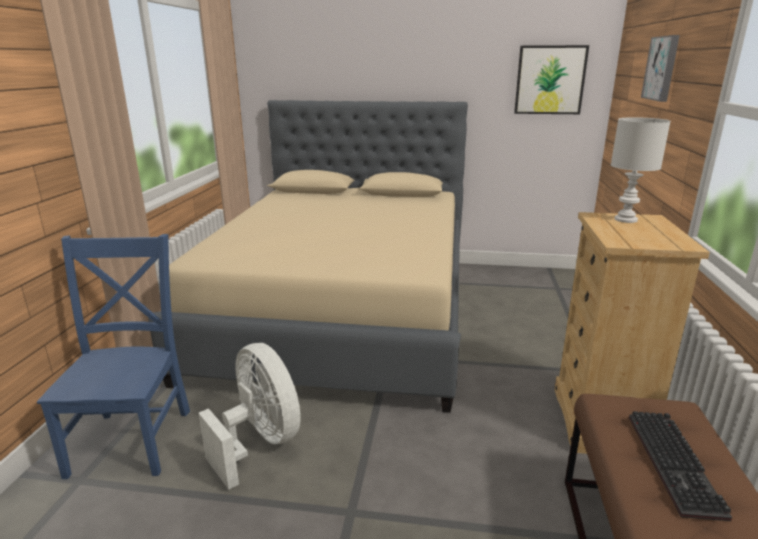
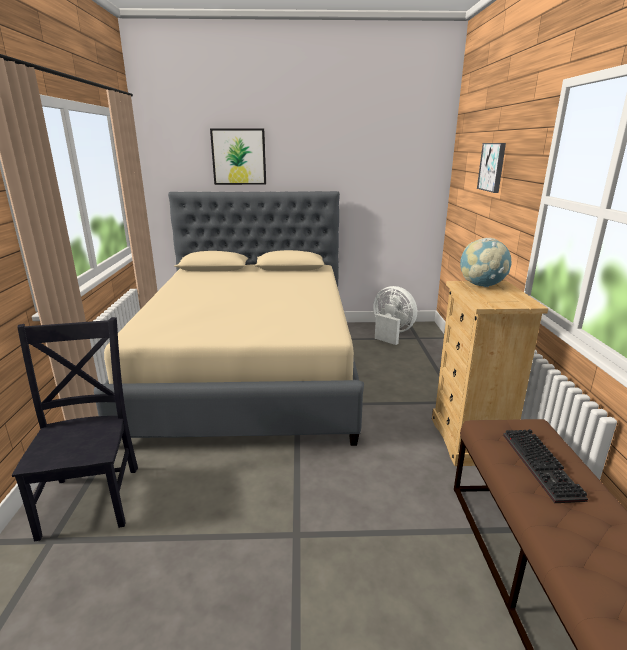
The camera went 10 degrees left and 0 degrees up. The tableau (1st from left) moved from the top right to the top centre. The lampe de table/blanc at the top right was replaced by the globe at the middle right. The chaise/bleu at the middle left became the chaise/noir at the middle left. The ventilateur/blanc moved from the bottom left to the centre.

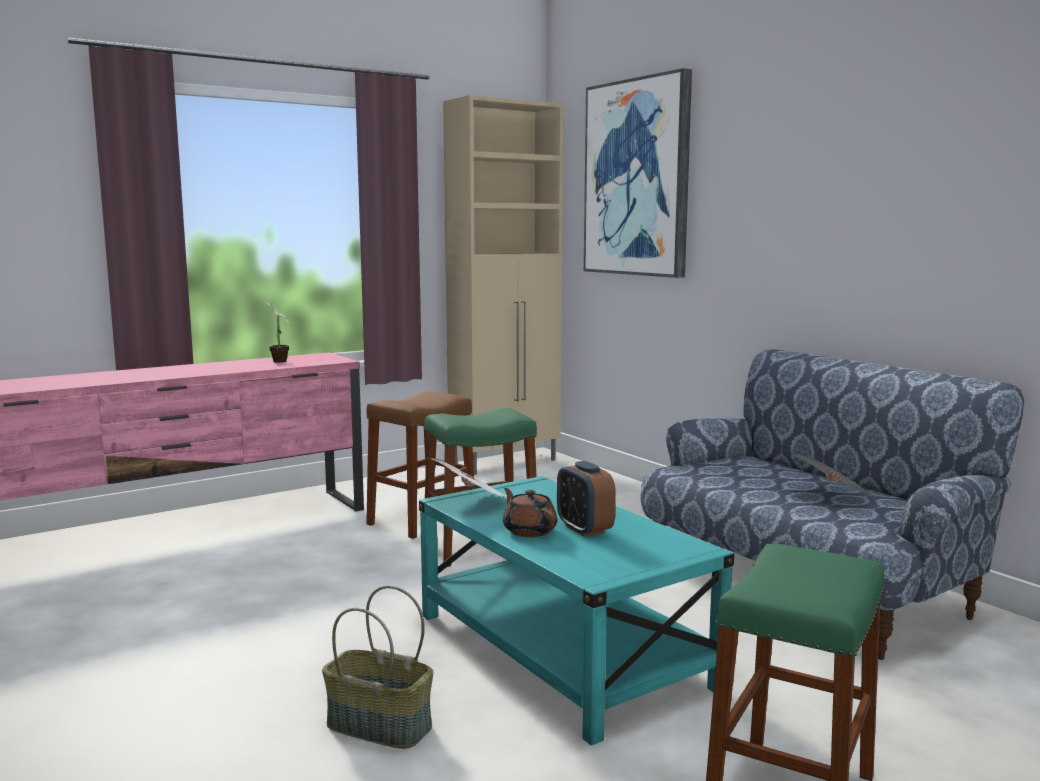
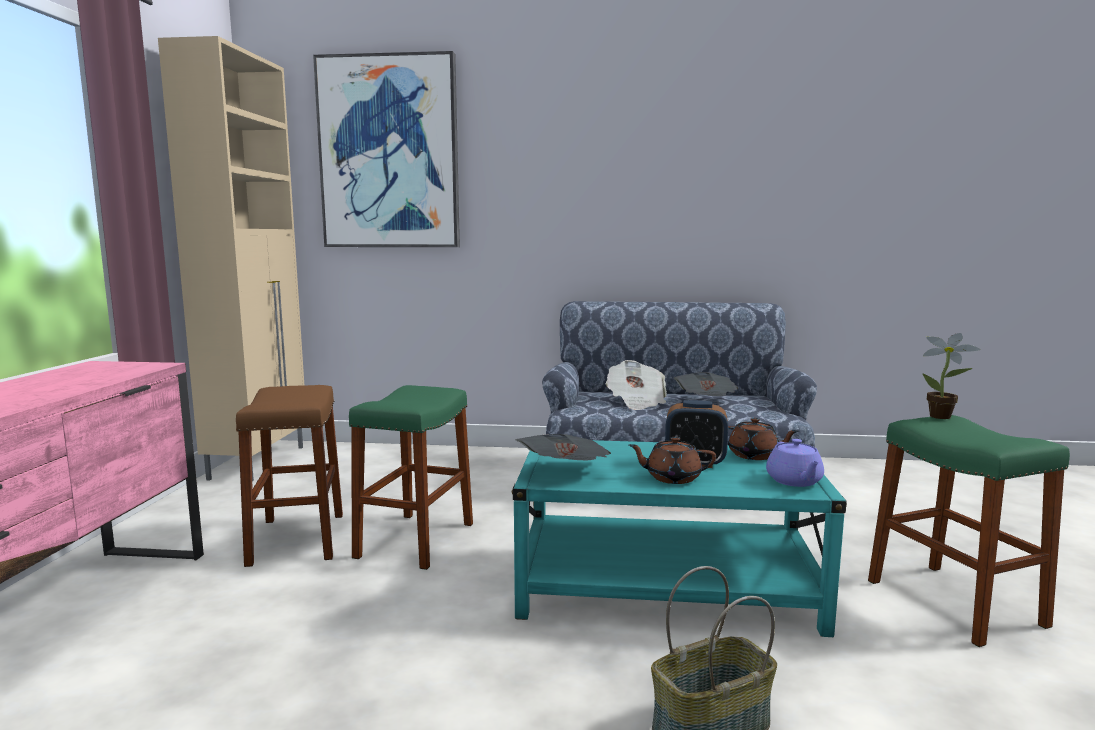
The camera went 50 degrees left and 0 degrees up. The plante en pot moved from the middle left to the middle right. The journal (2nd from left) at the centre appeared. The théière/marron (2nd from left) at the middle right appeared. The théière/violet at the middle right appeared.

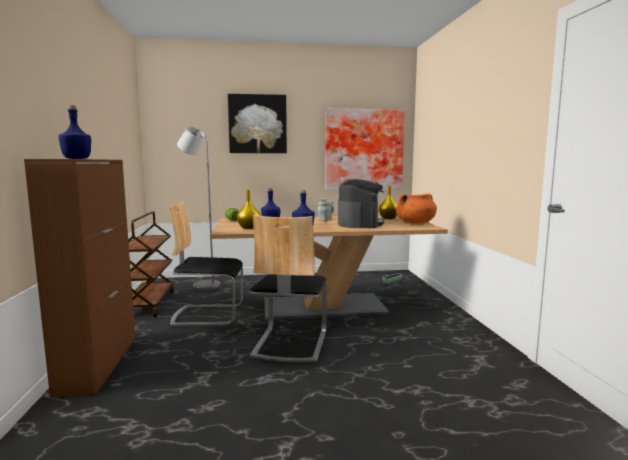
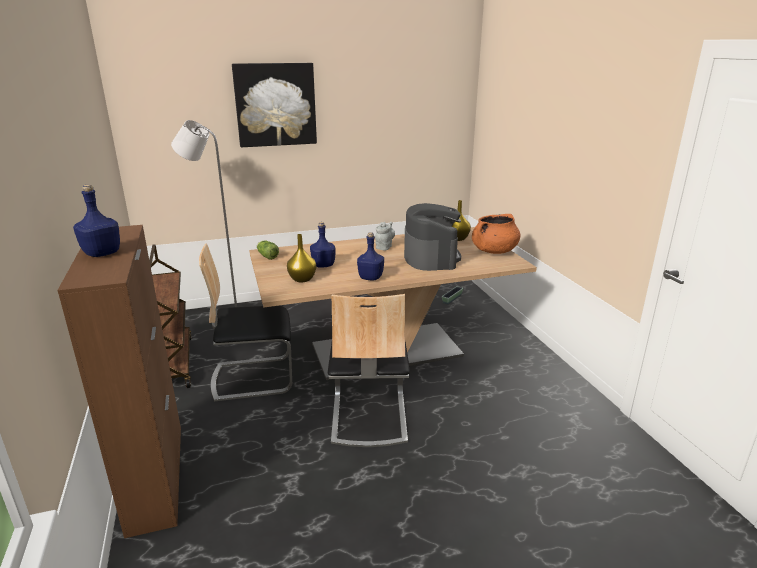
The camera went 10 degrees left and 15 degrees up. The tableau (2nd from left) at the top centre disappeared.

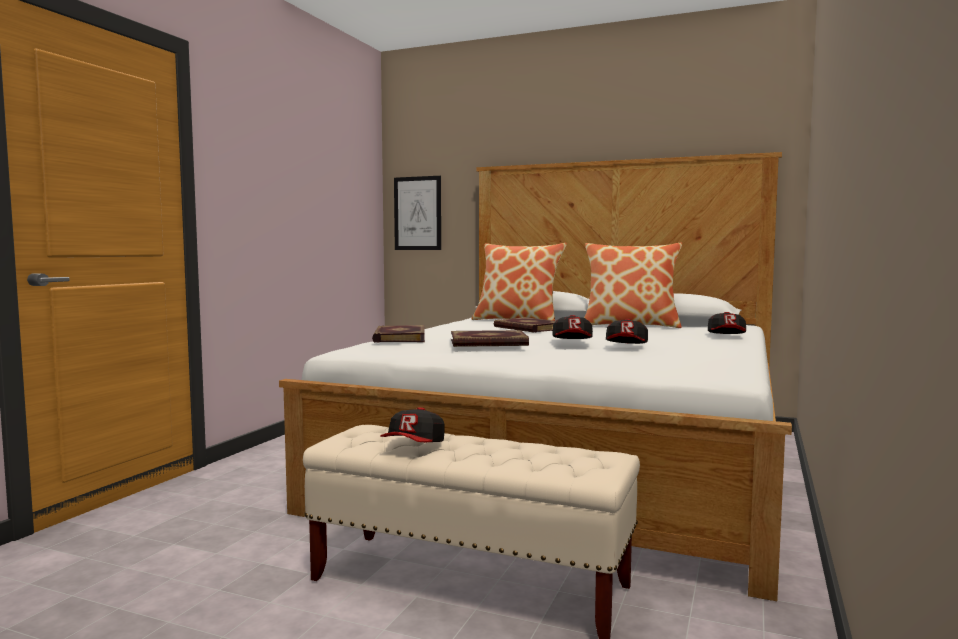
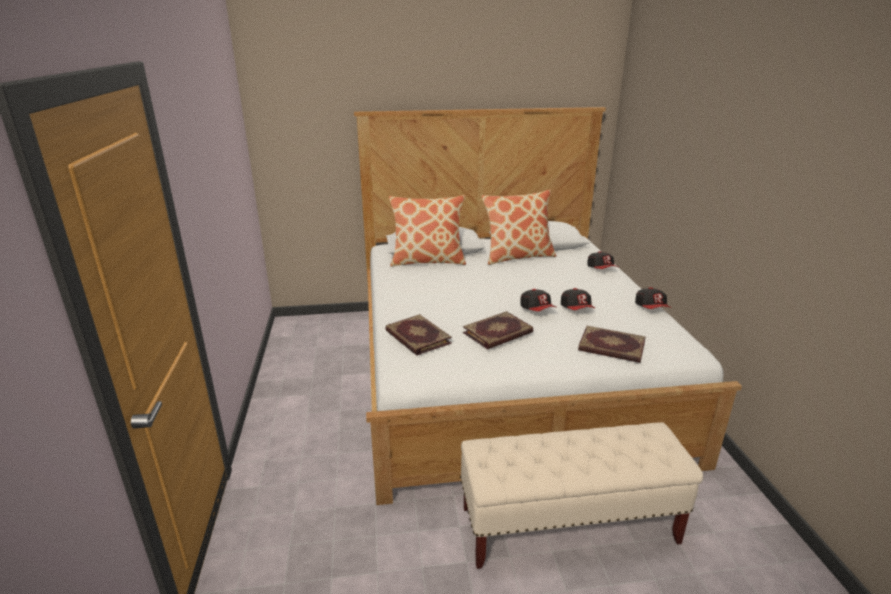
The camera went 30 degrees left and 20 degrees up. The tableau at the centre disappeared. The livre (3rd from left) moved from the centre to the middle right. The casquette (1st from left in the first image) moved from the centre to the middle right.

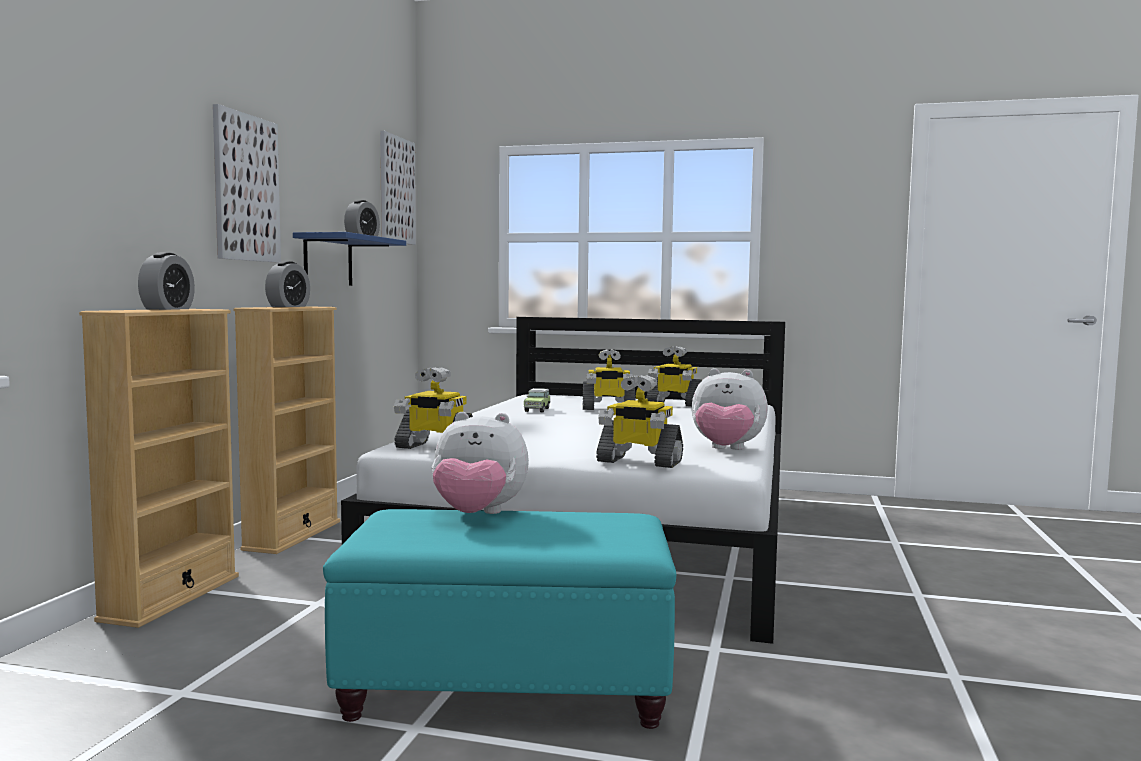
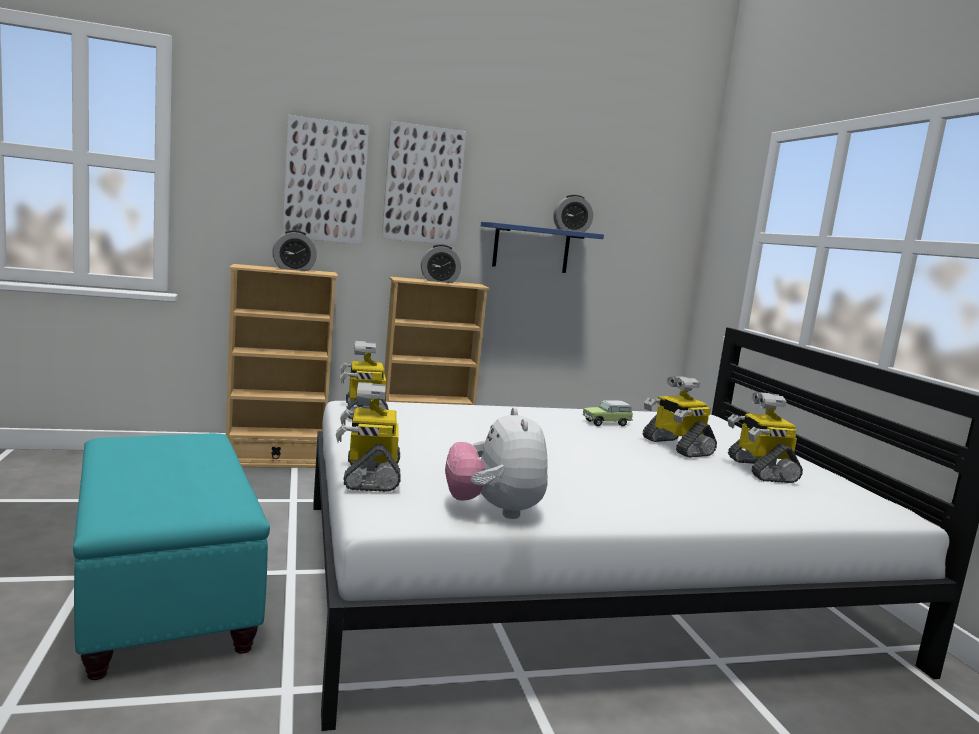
The camera went 60 degrees right and 5 degrees up. The tableau (2nd from left in the first image) moved from the top centre to the top left. The peluche (1st from left) at the centre disappeared.

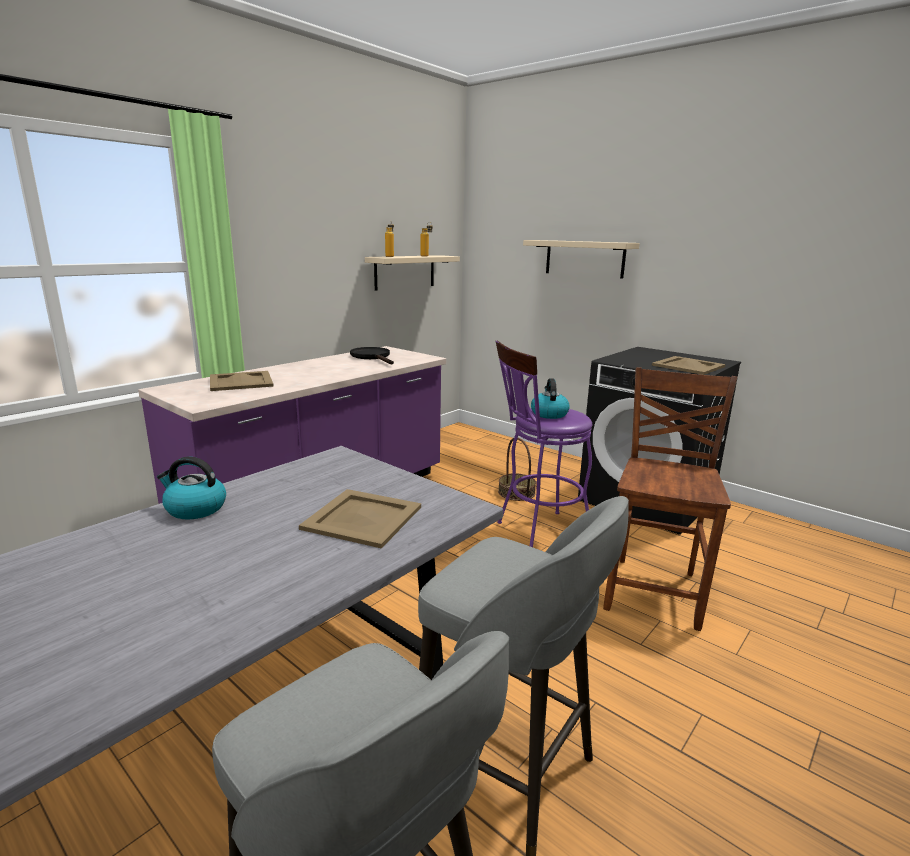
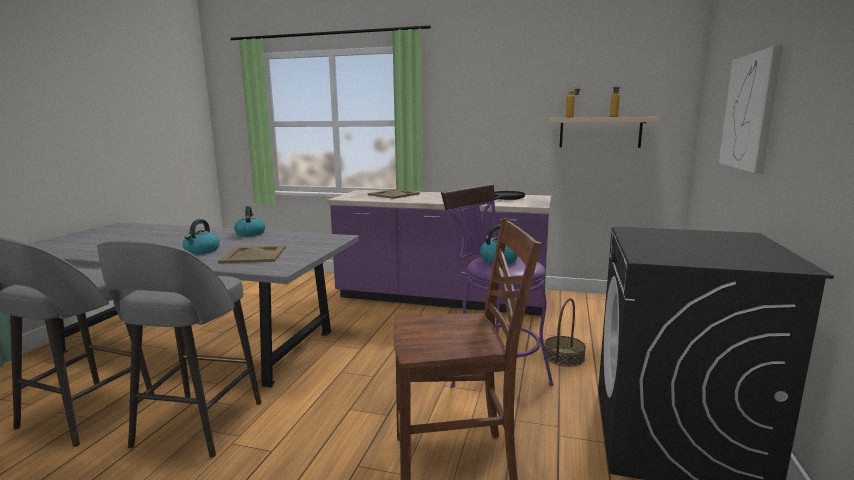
The camera went 65 degrees right and 5 degrees down. The étagère/beige (2nd from left) at the top centre was replaced by the tableau at the top right. The plateau/beige (3rd from left) at the middle right disappeared. The bouilloire (1st from left) at the middle left appeared.

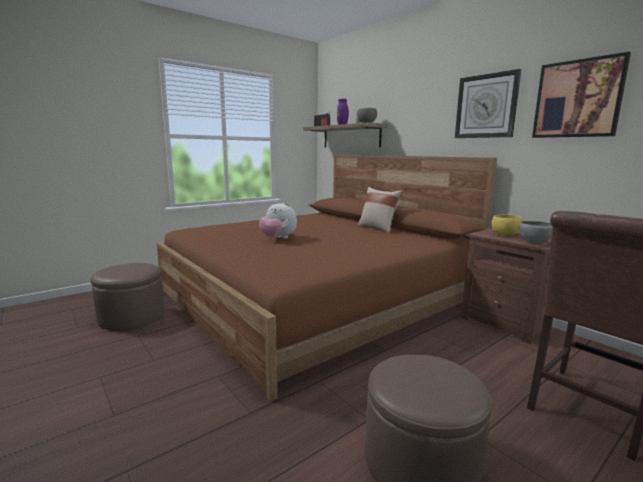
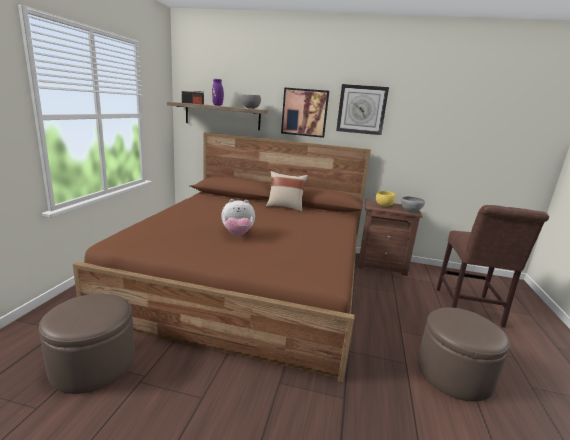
The camera went 40 degrees left and 5 degrees up. The tableau moved from the top right to the top centre.

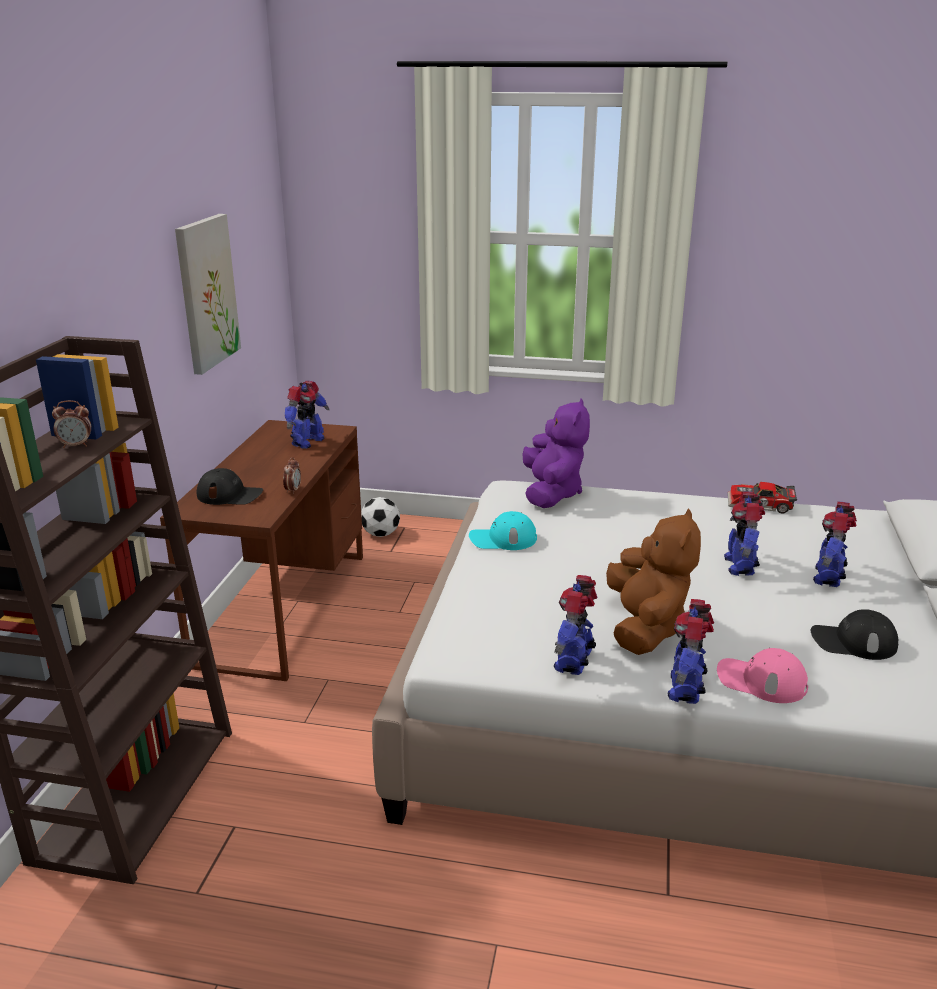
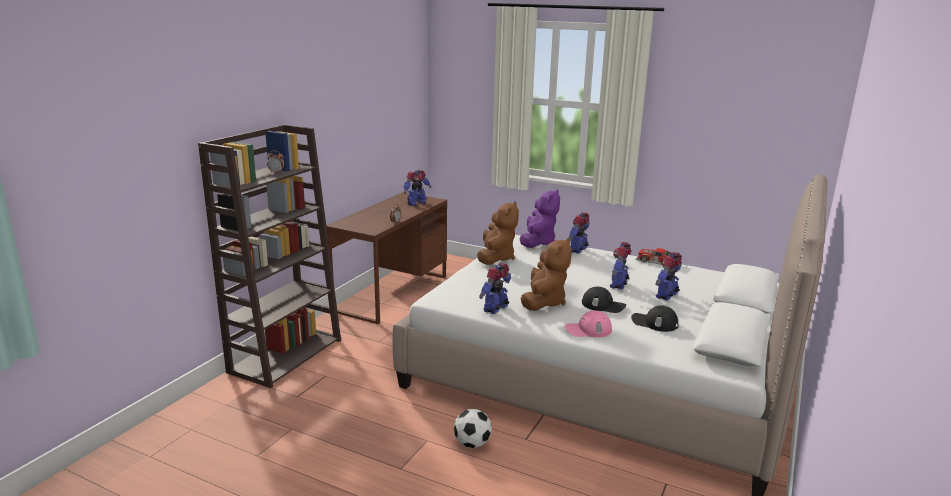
The camera went 15 degrees right and 5 degrees down. The tableau at the top left disappeared. The casquette/noir (1st from left) moved from the middle left to the centre. The ballon de foot moved from the centre to the bottom centre. The casquette/turquoise at the centre was replaced by the peluche/marron (1st from left) at the centre. The robot jouet (3rd from left) moved from the middle right to the centre. The casquette/rose at the bottom right turned 45 degrees counterclockwise.

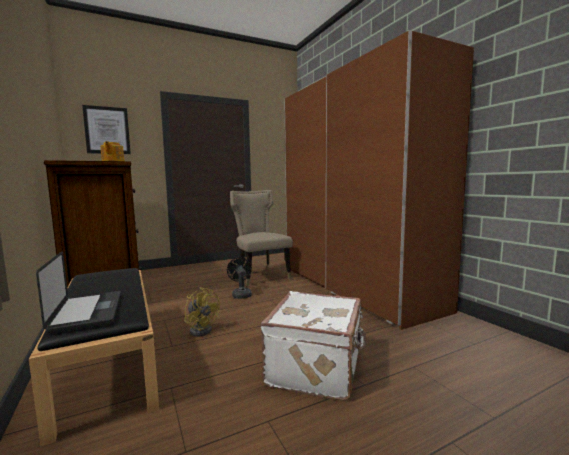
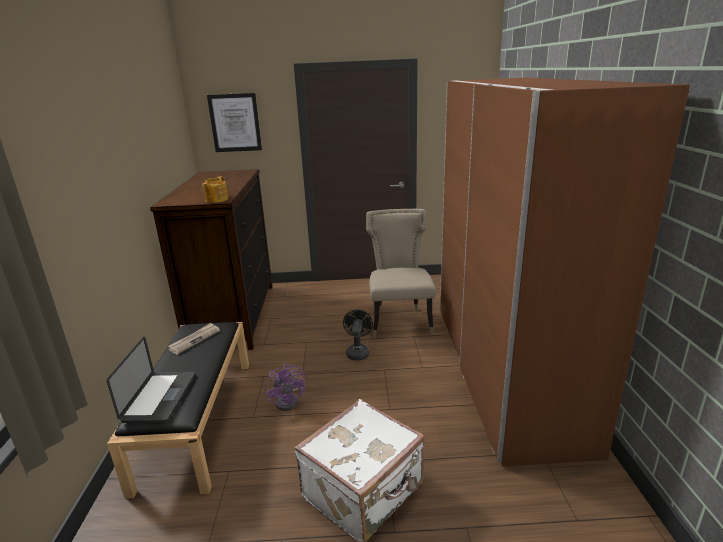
The camera went 25 degrees right and 15 degrees up. The ventilateur/jaune at the bottom centre became the ventilateur/violet at the bottom centre. The journal at the middle left appeared.

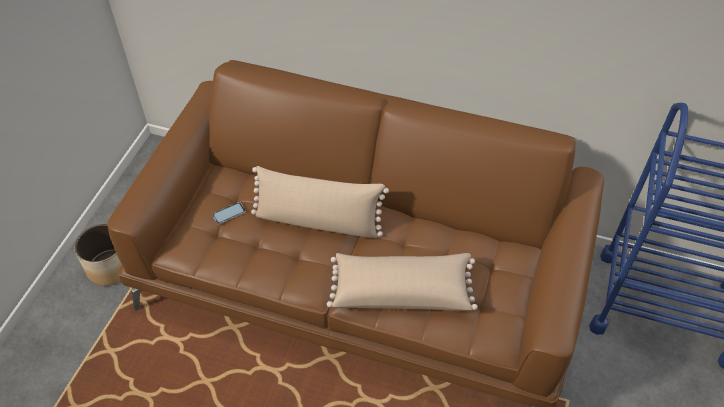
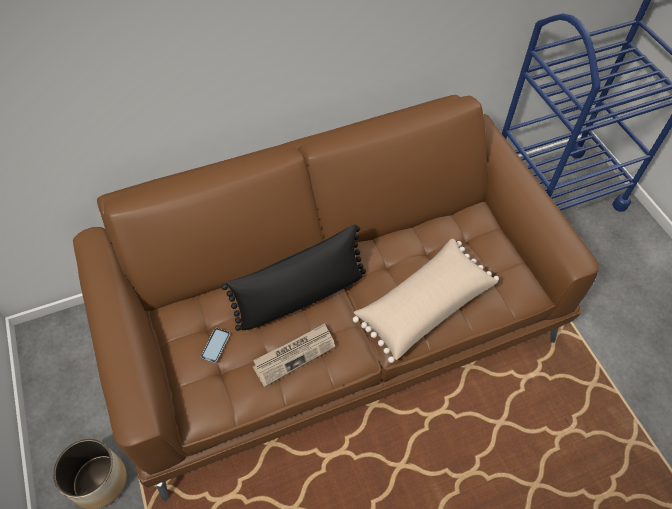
The camera went 40 degrees left and 5 degrees up. The coussin/beige (1st from left) at the centre became the coussin/noir at the centre. The journal at the bottom centre appeared.

